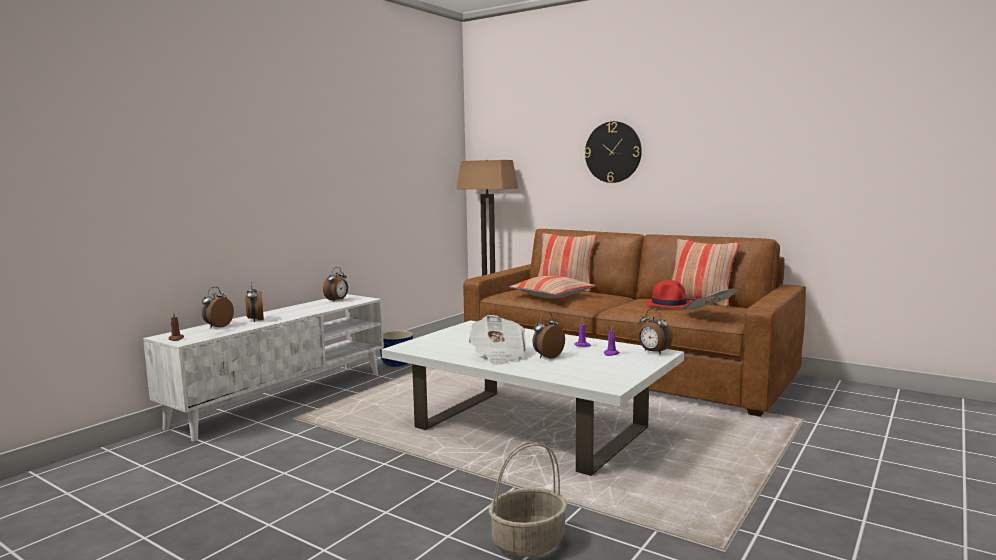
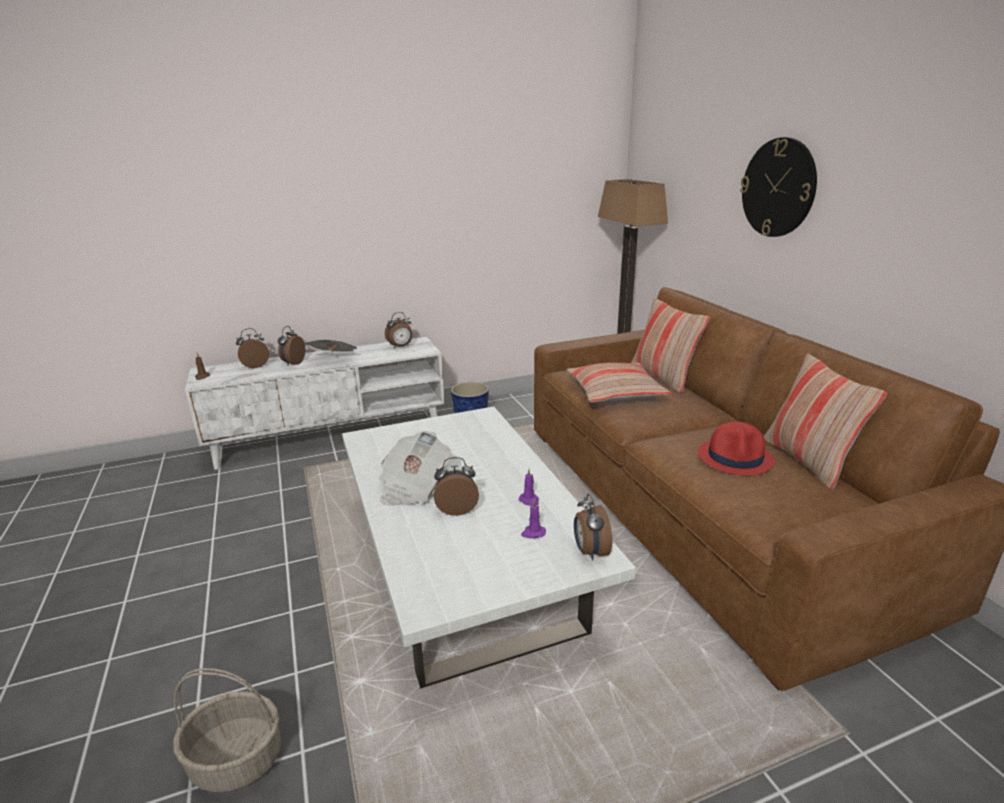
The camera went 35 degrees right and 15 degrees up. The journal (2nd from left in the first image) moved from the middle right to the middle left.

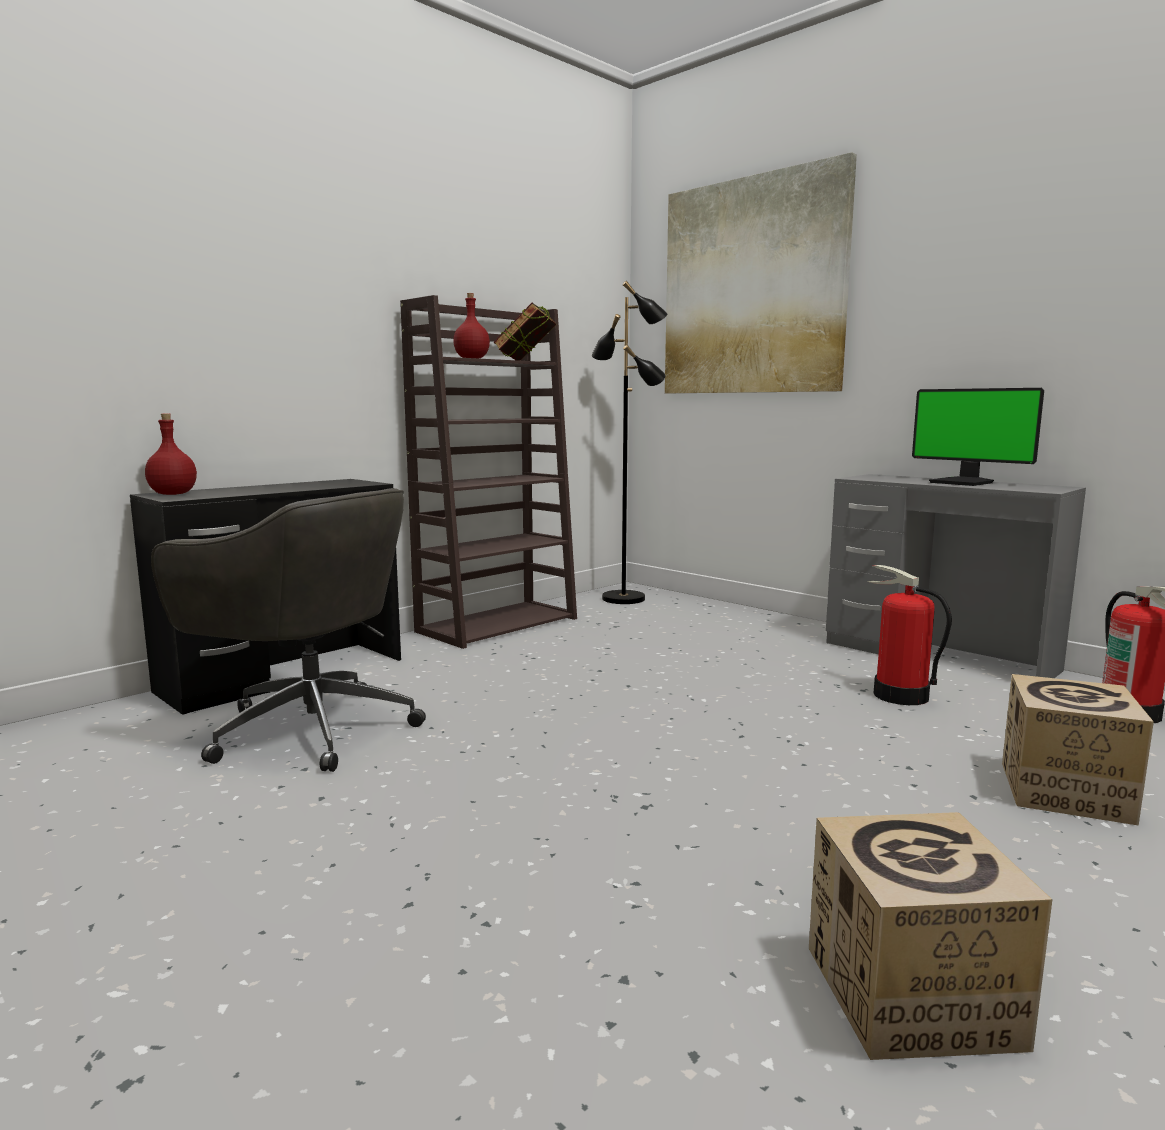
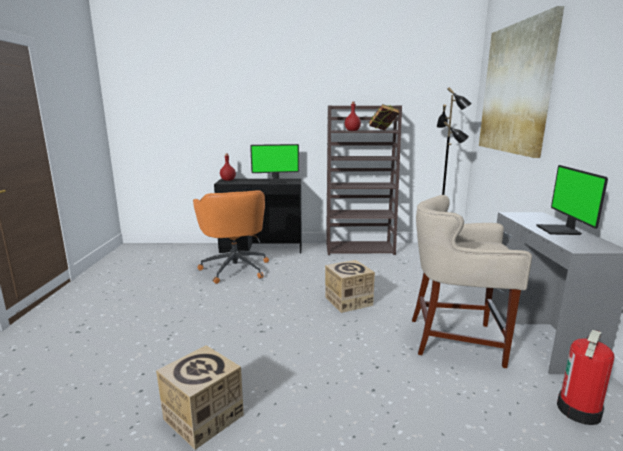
The camera went 45 degrees right and 5 degrees up. The chaise de bureau/gris at the middle left became the chaise de bureau/orange at the centre. The extincteur (1st from left) at the middle right was replaced by the tabouret/beige at the middle right. The carton (2nd from left) moved from the middle right to the centre. The écran d'ordinateur (1st from left) at the centre appeared.

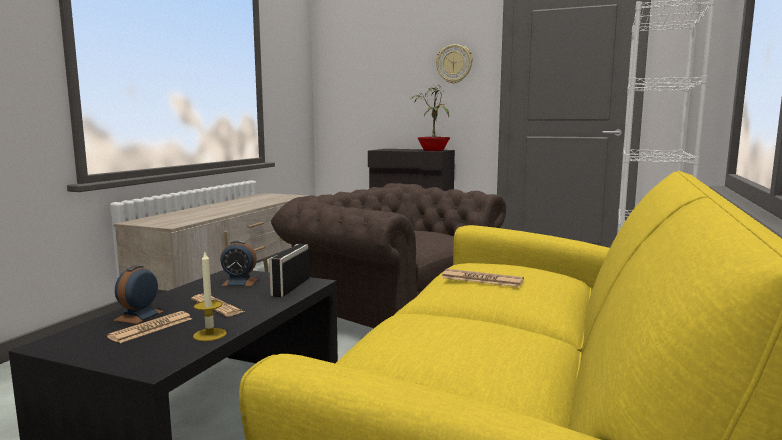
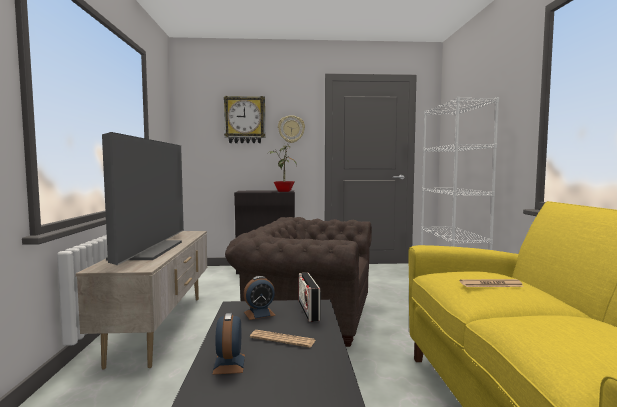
The camera went 25 degrees left and 5 degrees down. The bougie at the bottom left disappeared. The journal (1st from left) at the bottom left disappeared. The horloge murale (1st from left) at the top centre appeared. The téléviseur at the middle left appeared.

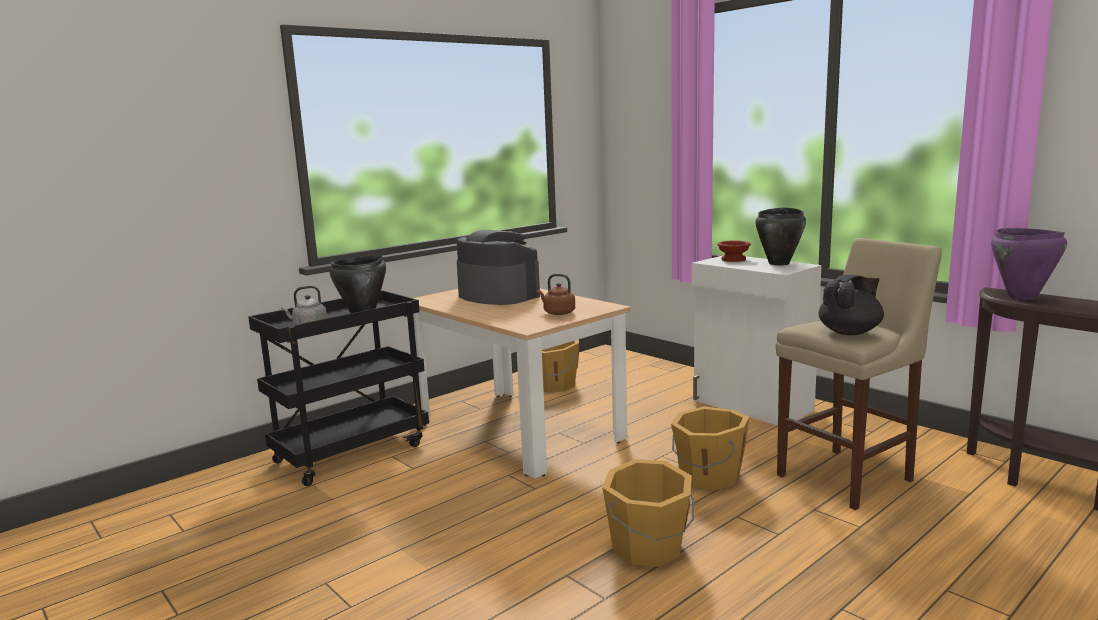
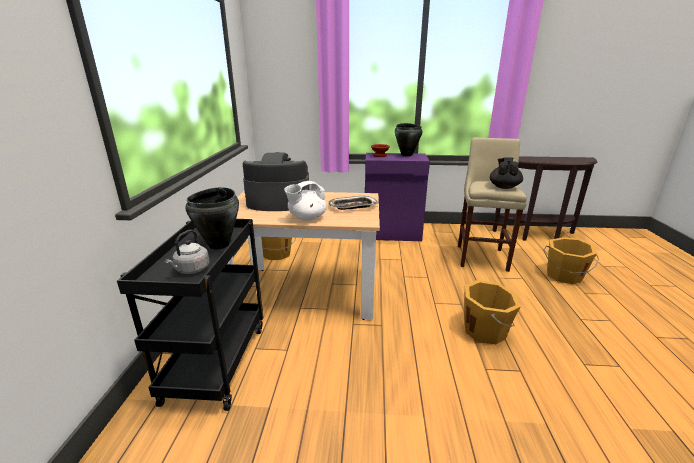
The camera went 45 degrees left and 10 degrees up. The marmite/violet at the middle right disappeared. The meuble de rangement/blanc at the middle right became the meuble de rangement/violet at the centre. The bouilloire/marron at the centre was replaced by the plateau at the centre. The seau/orange (3rd from left) moved from the bottom centre to the middle right. The théière/blanc at the centre appeared.

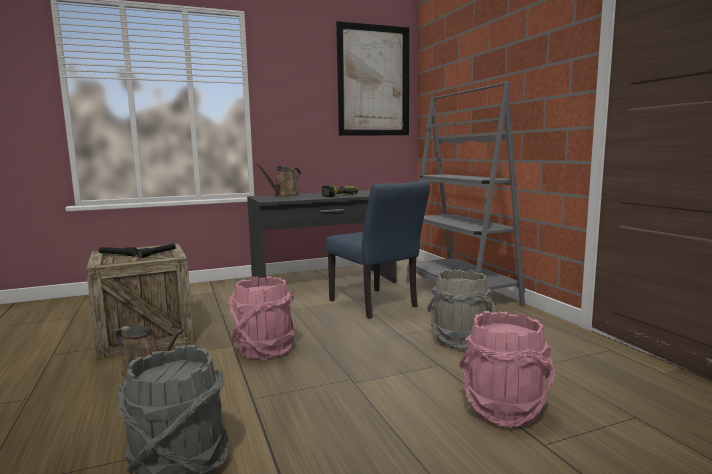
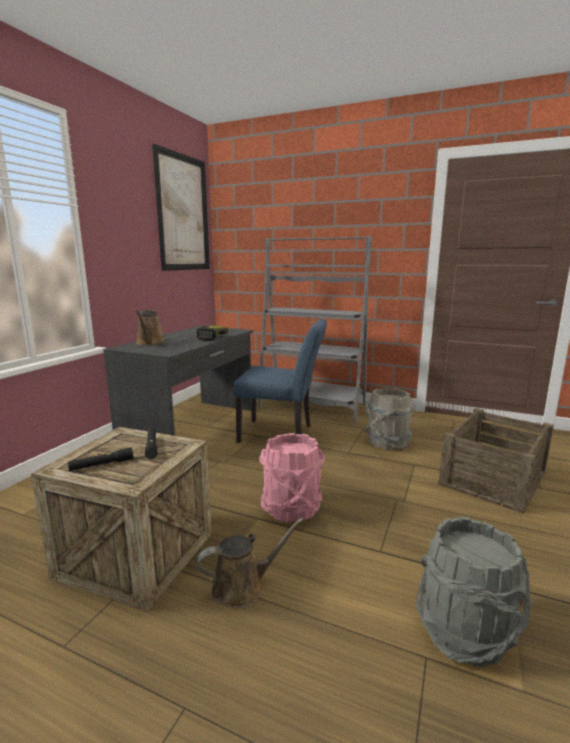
The camera went 45 degrees left and 5 degrees up. The seau/rose (2nd from left) at the bottom right was replaced by the caisse (2nd from left) at the middle right.

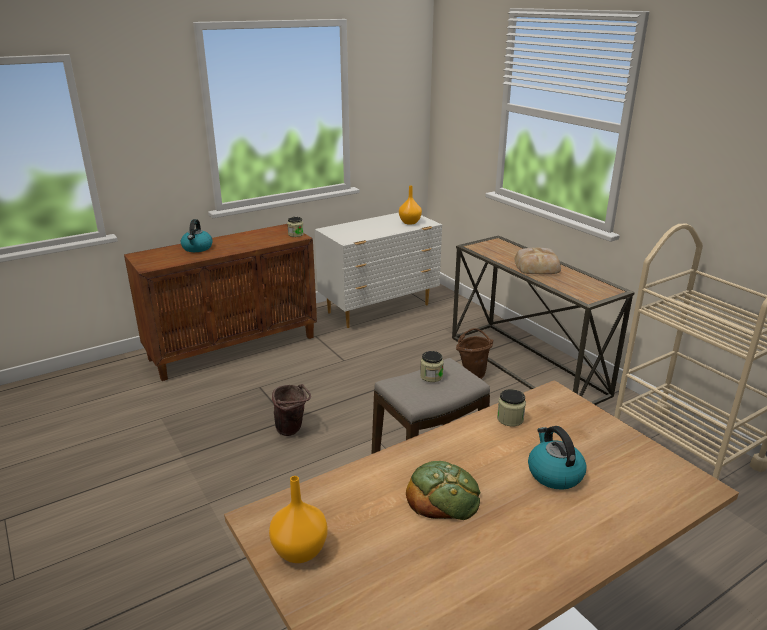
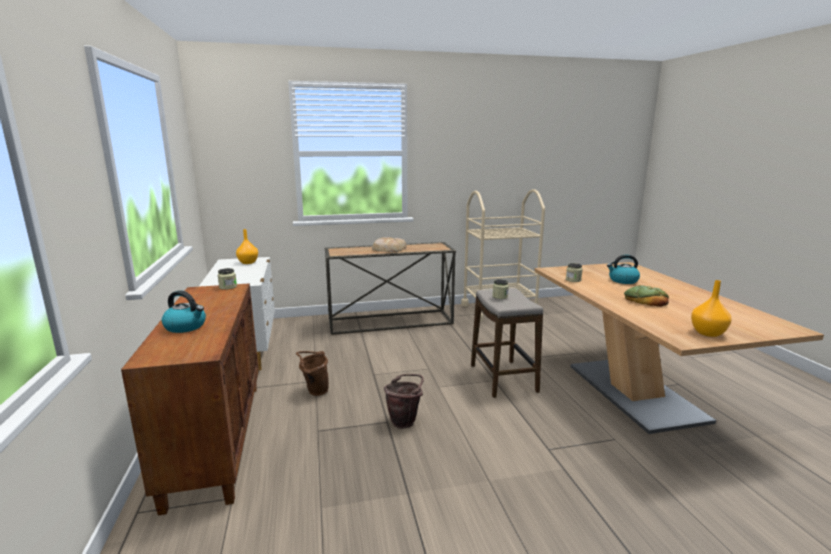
The camera went 70 degrees left and 10 degrees down. The seau/marron (2nd from left in the first image) moved from the centre to the bottom centre.

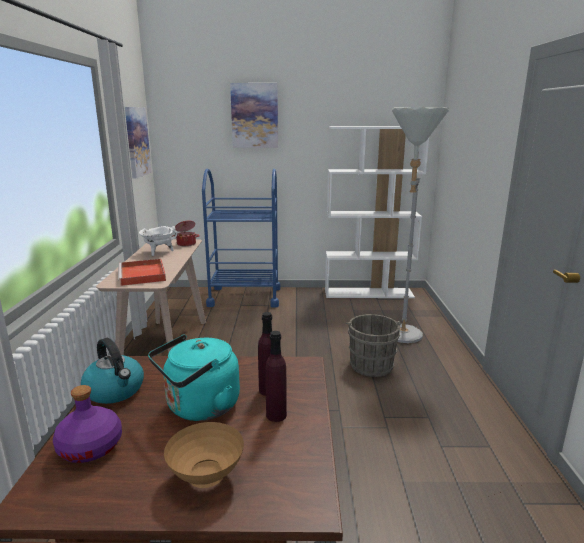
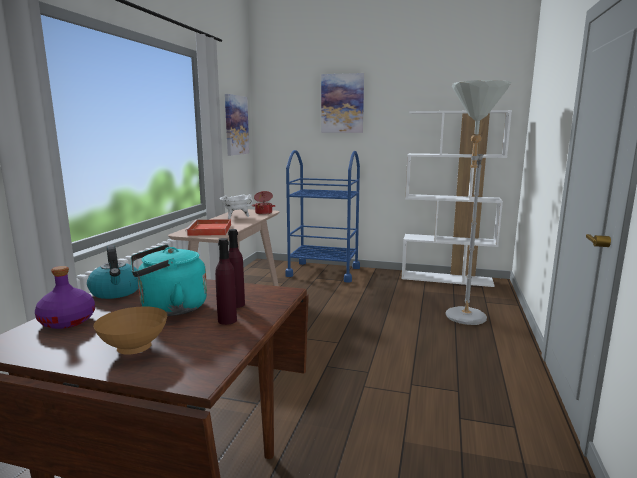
The camera went 15 degrees right and 5 degrees down. The seau/gris at the centre disappeared.

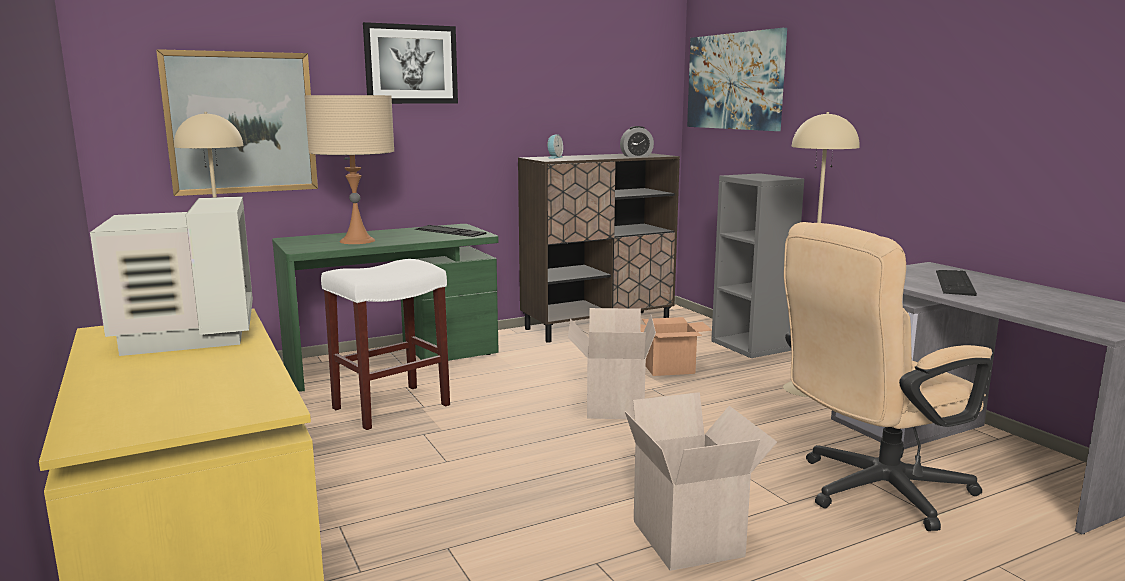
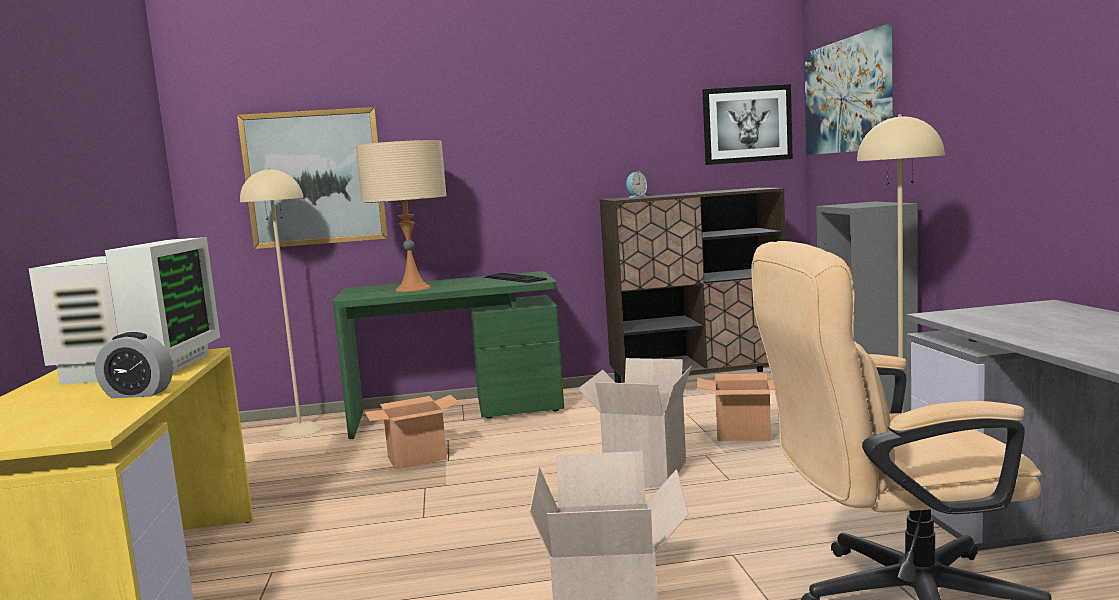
The camera went 20 degrees right and 5 degrees down. The tableau (2nd from left) moved from the top centre to the top right. The réveil (2nd from left in the first image) moved from the top centre to the middle left. The tabouret/blanc at the centre was replaced by the carton (1st from left) at the bottom centre. The clavier (2nd from left) at the middle right disappeared.

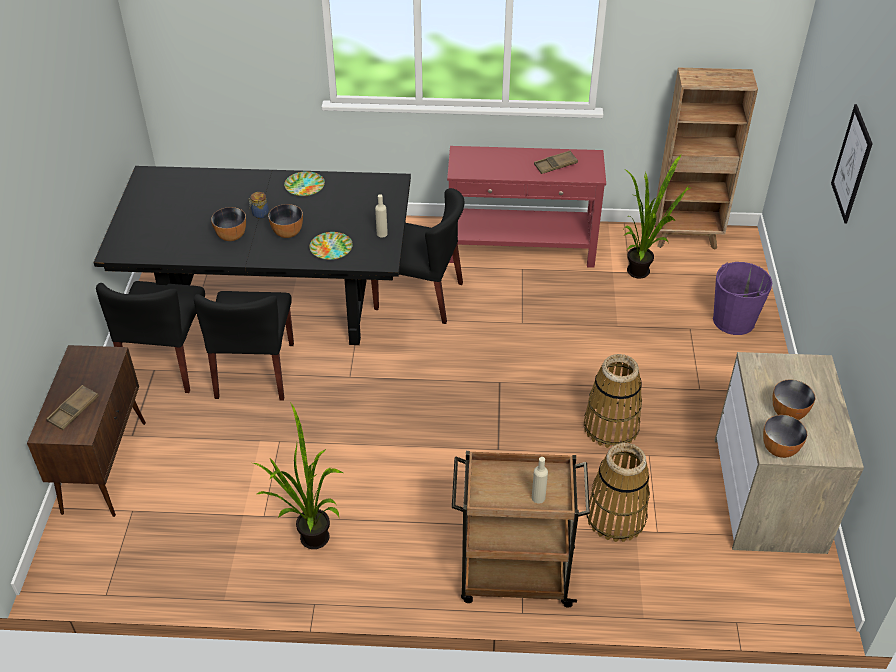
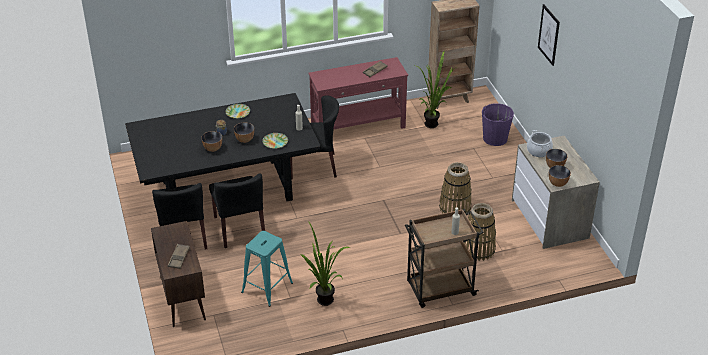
The camera went 20 degrees left and 5 degrees down. The marmite at the middle right appeared. The tabouret/turquoise at the bottom centre appeared.

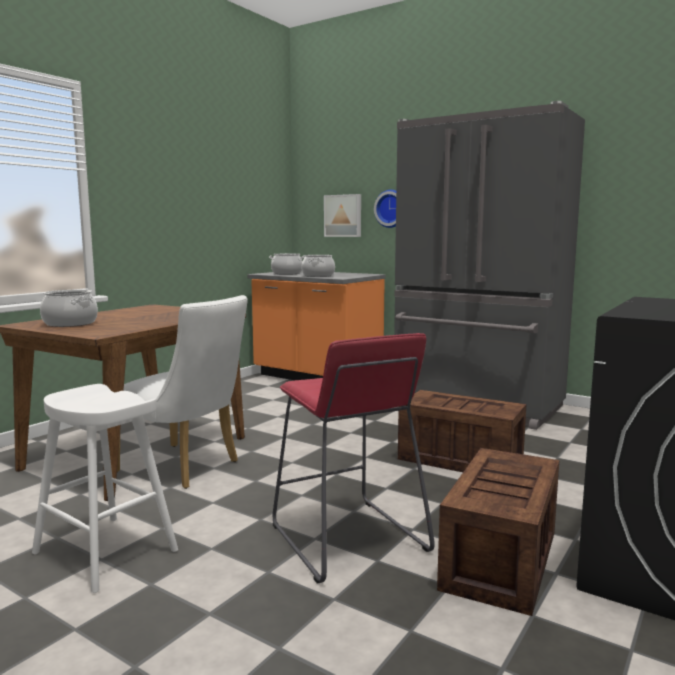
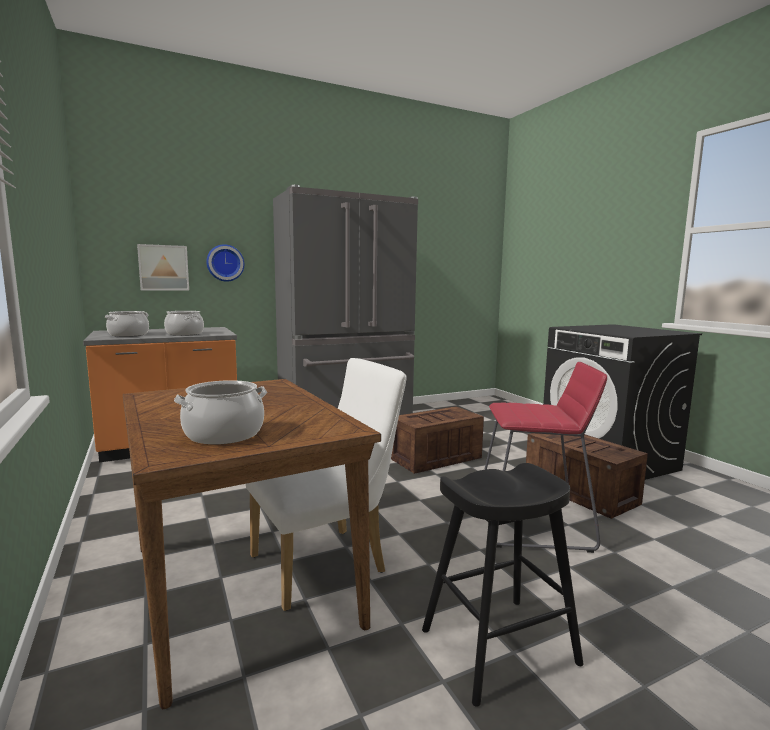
The camera went 60 degrees left and 0 degrees up. The tabouret/blanc at the bottom left became the tabouret/noir at the bottom centre.

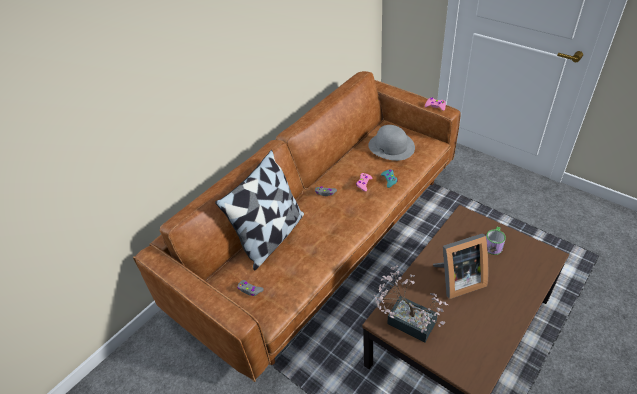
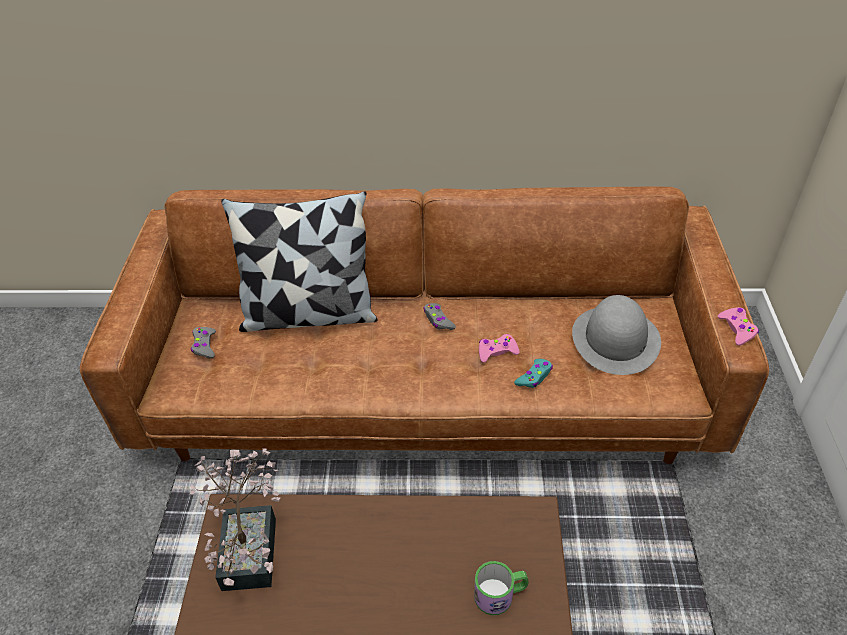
The camera went 50 degrees right and 0 degrees up. The cadre photo at the bottom right disappeared.

